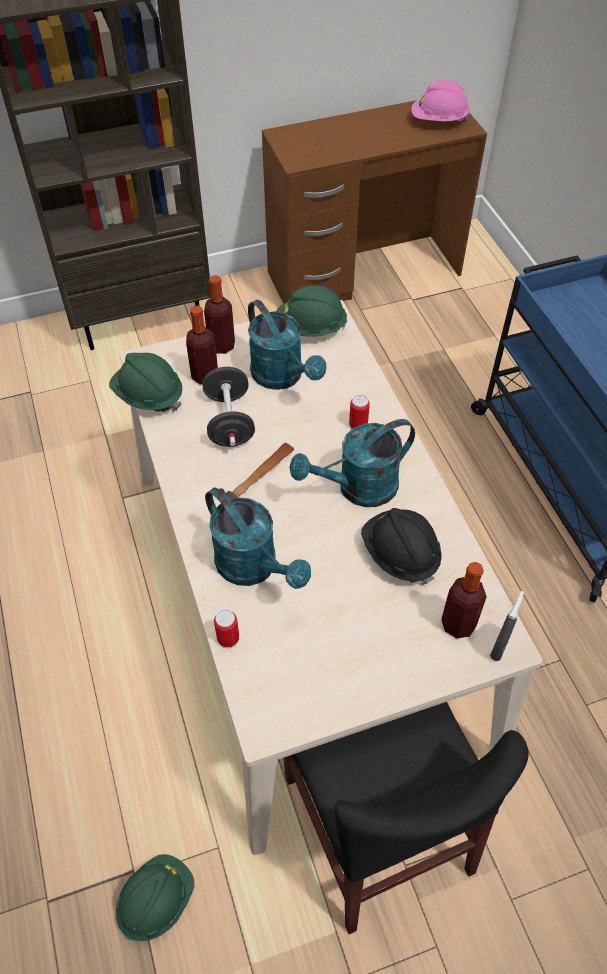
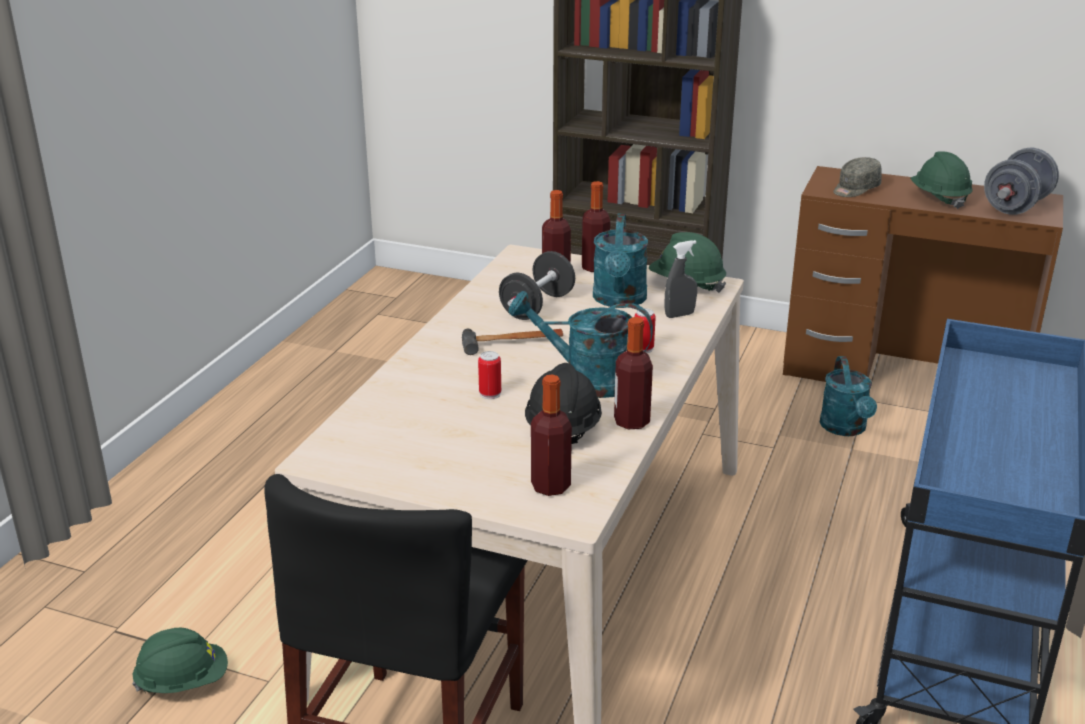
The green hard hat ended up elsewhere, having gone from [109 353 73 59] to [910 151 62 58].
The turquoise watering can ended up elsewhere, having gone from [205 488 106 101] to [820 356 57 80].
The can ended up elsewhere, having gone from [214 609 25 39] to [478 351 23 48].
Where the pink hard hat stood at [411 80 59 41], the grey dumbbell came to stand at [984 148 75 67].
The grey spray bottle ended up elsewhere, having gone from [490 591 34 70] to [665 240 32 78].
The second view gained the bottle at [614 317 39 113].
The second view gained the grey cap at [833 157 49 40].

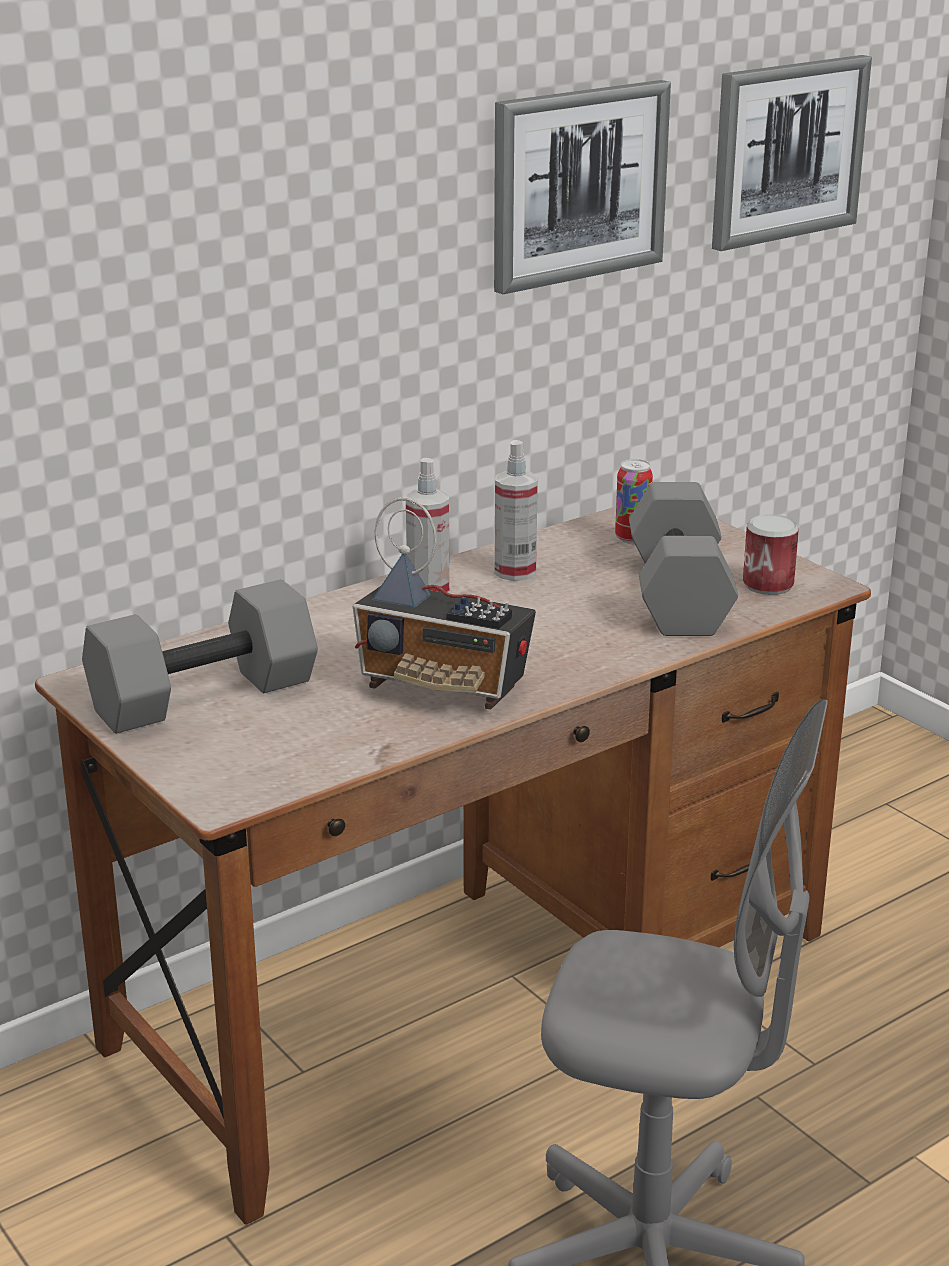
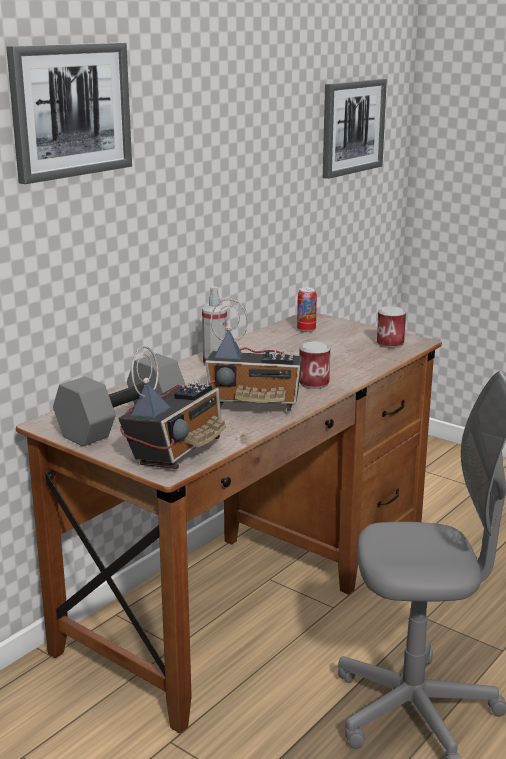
The picture ended up elsewhere, having gone from [494 80 177 214] to [6 43 126 141].
The second view lost the spray bottle at [495 440 43 141].
The second view lost the grey dumbbell at [629 482 109 154].
The second view gained the radio at [118 346 108 123].
The second view gained the can at [299 341 31 48].

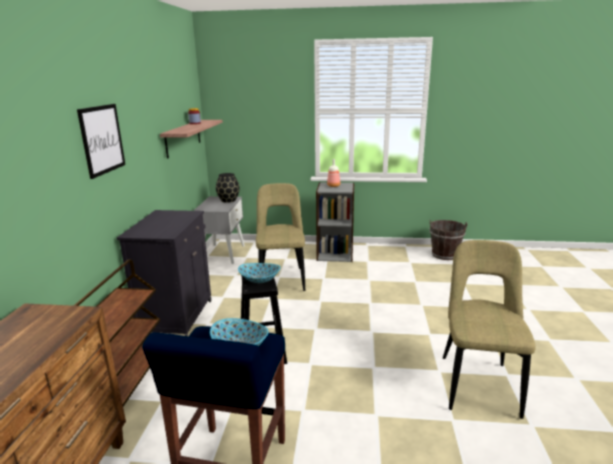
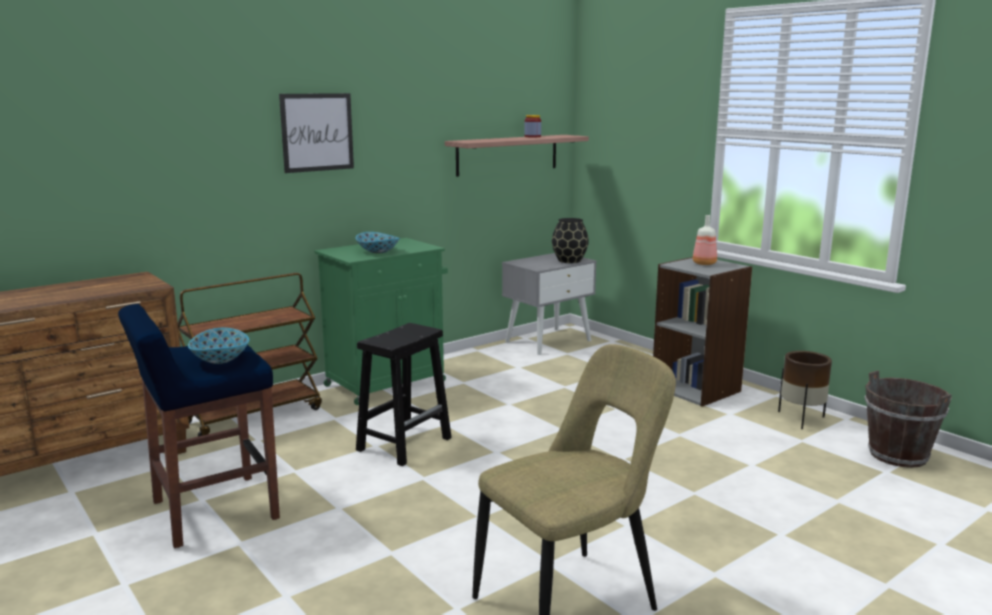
What was the black cabinet at [117 210 94 126] turned into the green cabinet at [314 238 134 167].
The bowl ended up elsewhere, having gone from [238 263 43 20] to [356 232 44 21].
The second view lost the beige chair at [256 183 49 108].
The second view gained the brown planter at [778 351 54 78].

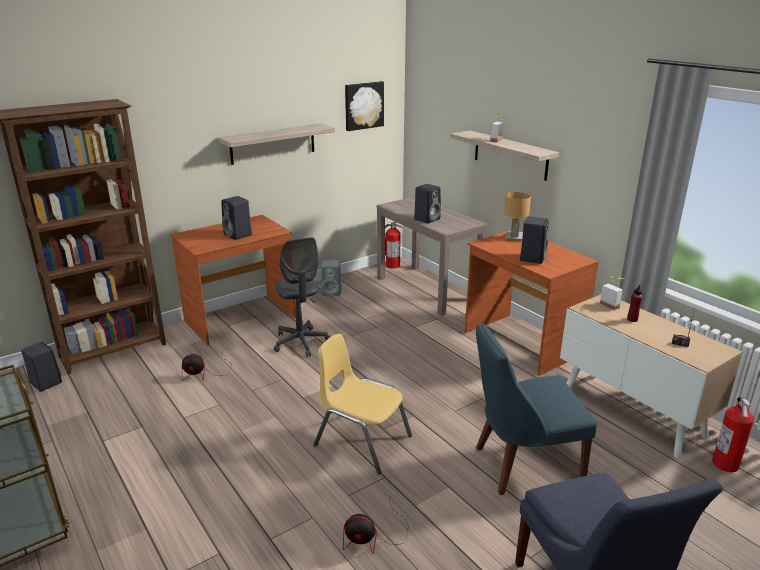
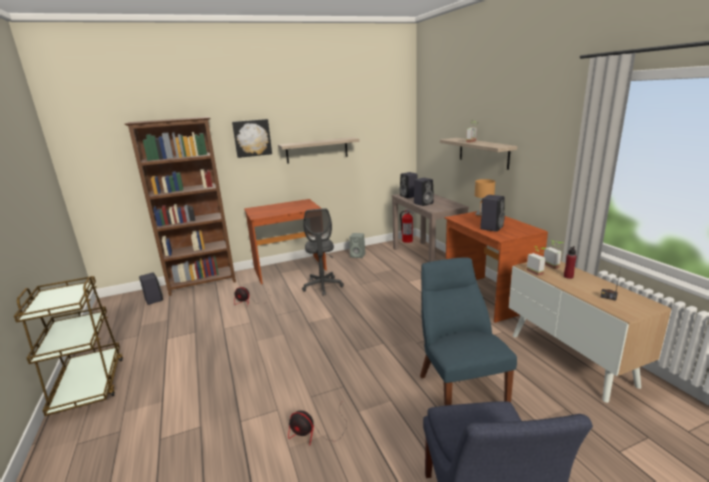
The black speaker ended up elsewhere, having gone from [221 196 31 44] to [400 172 17 26].
The second view lost the yellow chair at [313 334 99 140].
The picture ended up elsewhere, having gone from [345 81 39 50] to [232 119 40 39].
The blue chair at [476 324 121 171] ended up facing another way, 75 degrees clockwise from before.
The second view lost the fire extinguisher at [712 397 42 75].
The second view gained the potted plant at [526 247 21 29].

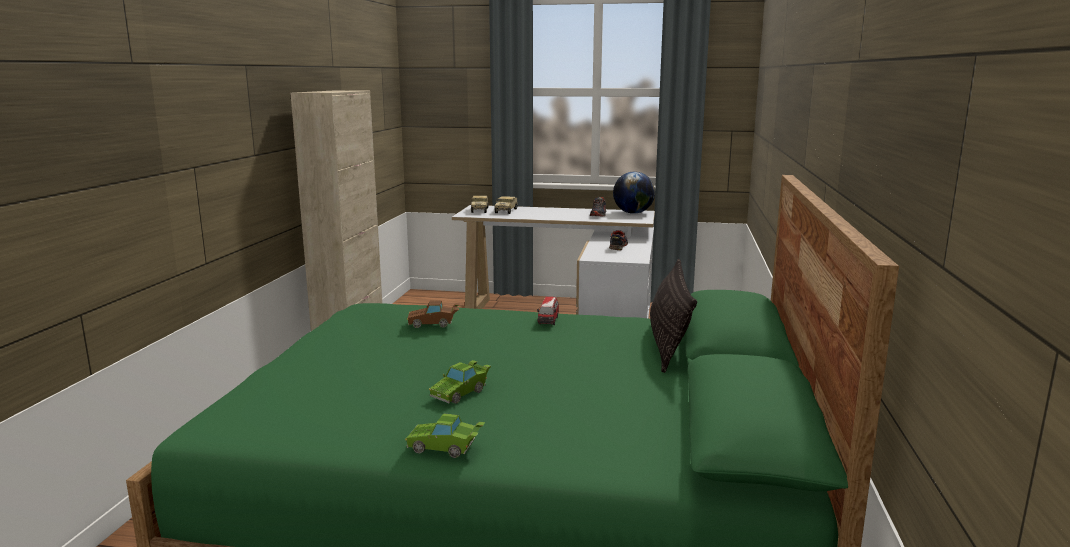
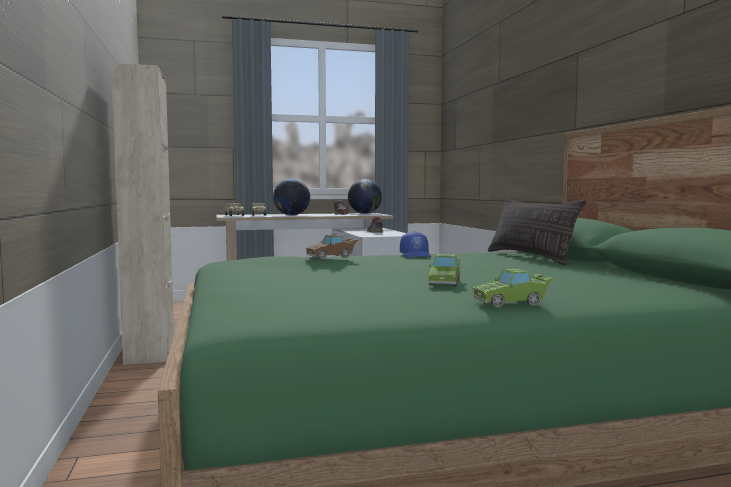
Where the toy car stood at [537 296 22 29], the blue cap came to stand at [400 231 31 27].
The second view gained the globe at [273 178 37 38].

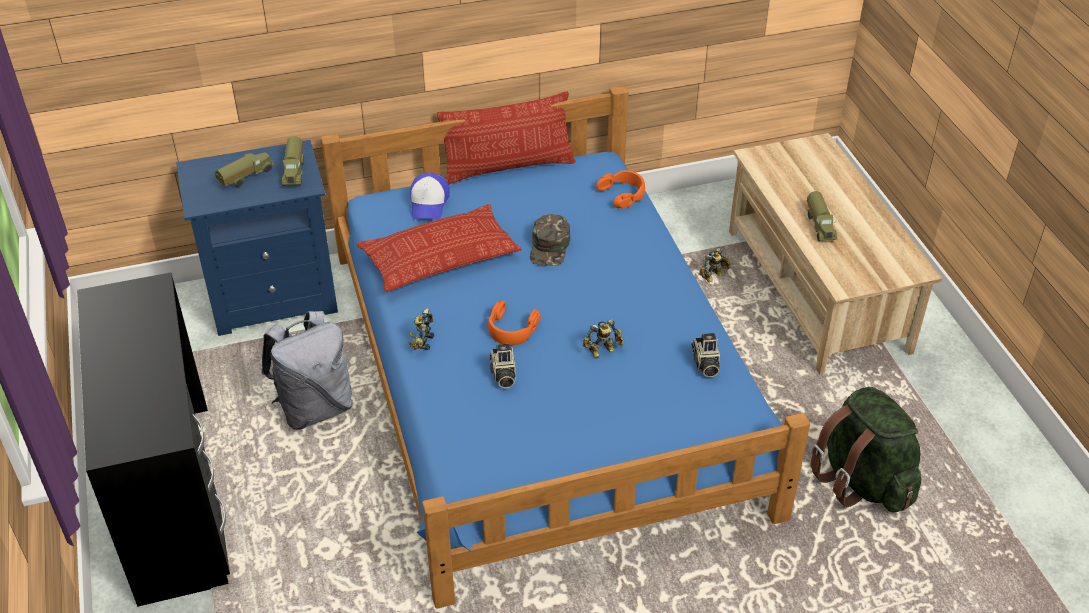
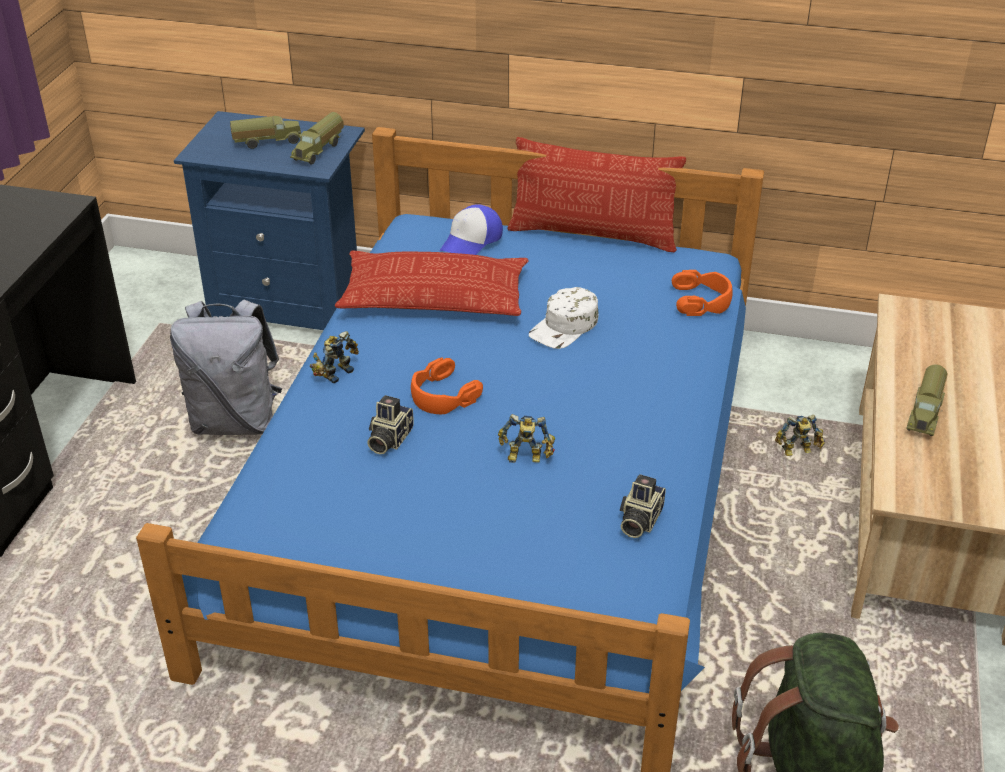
What was the green cap at [530 214 40 52] turned into the white cap at [529 287 70 62].

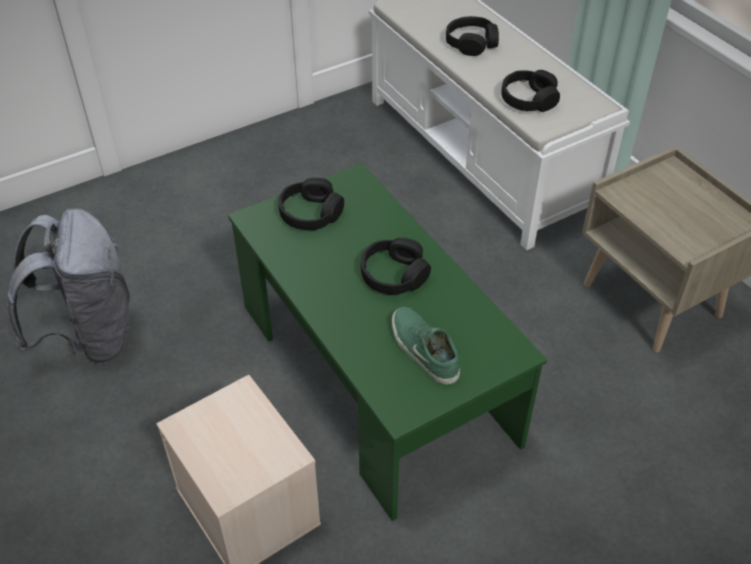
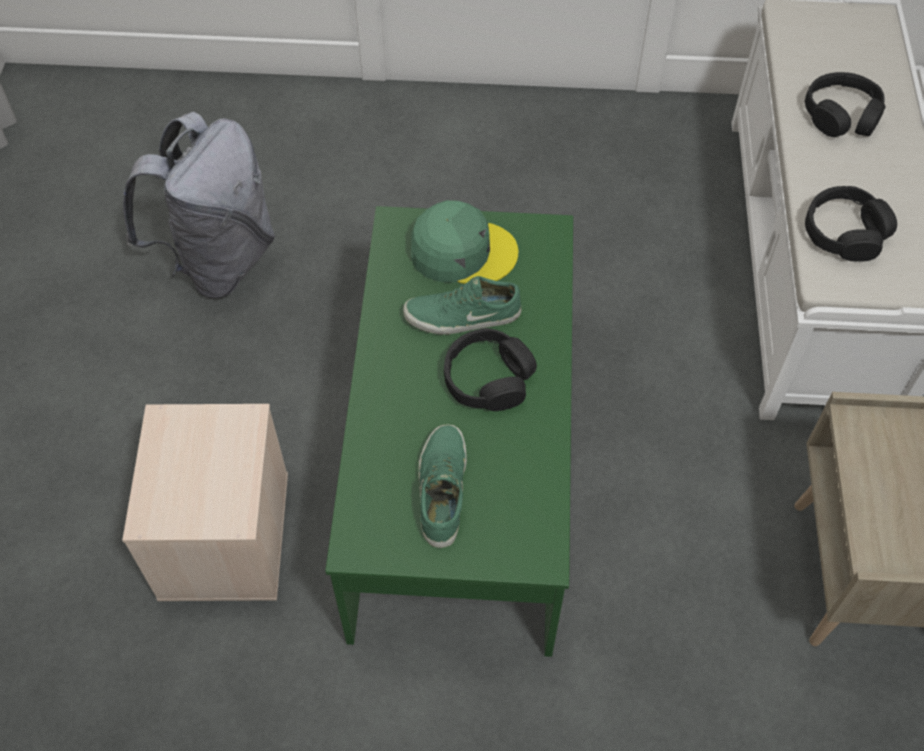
Where the black headphones stood at [278 178 66 53], the green cap came to stand at [411 200 108 84].
The second view gained the green shoe at [403 276 118 59].

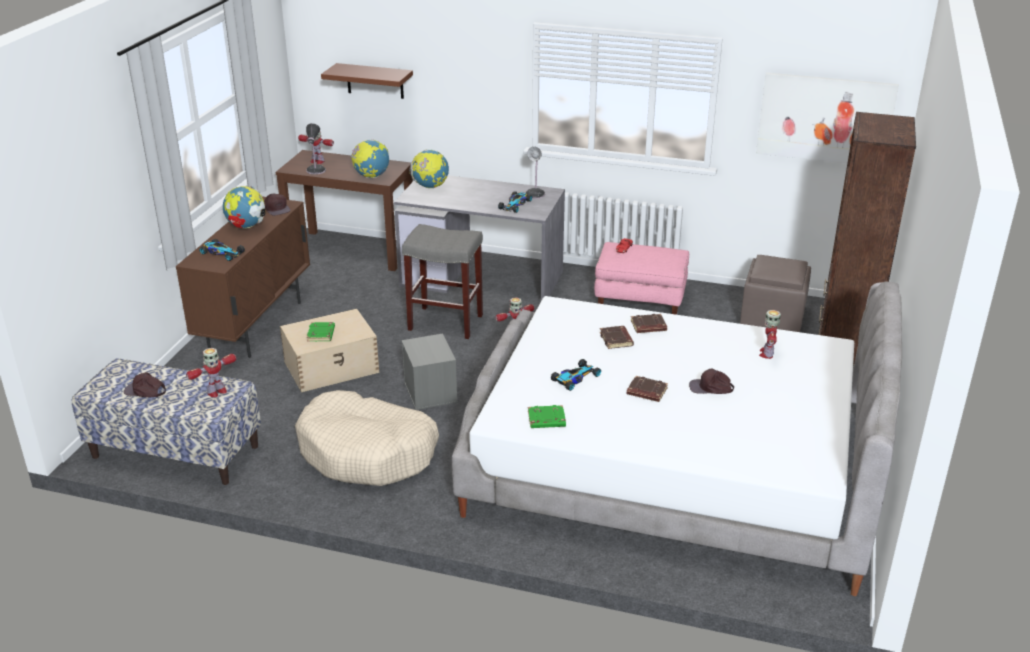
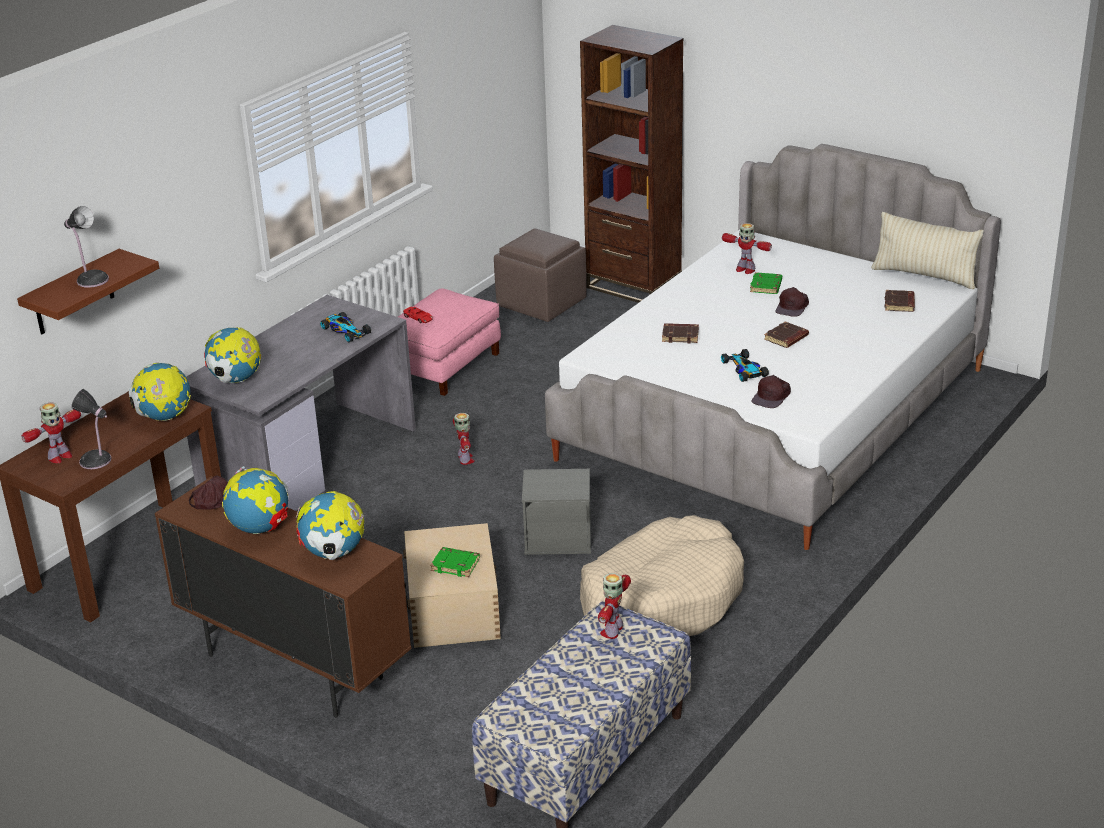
The brown cap ended up elsewhere, having gone from [124 372 42 25] to [752 375 39 33].
The toy robot at [186 348 50 49] ended up facing another way, 135 degrees counterclockwise from before.
Where the toy car stood at [200 239 45 22], the globe came to stand at [296 491 68 69].
The second view lost the grey stool at [402 224 81 115].
The table lamp ended up elsewhere, having gone from [526 147 19 52] to [64 206 45 82].
The green book ended up elsewhere, having gone from [528 405 38 23] to [750 272 32 22].
The brown book ended up elsewhere, having gone from [631 314 36 19] to [884 290 31 22].
The second view lost the picture at [756 72 143 91].
The second view gained the beige pillow at [871 212 113 77].

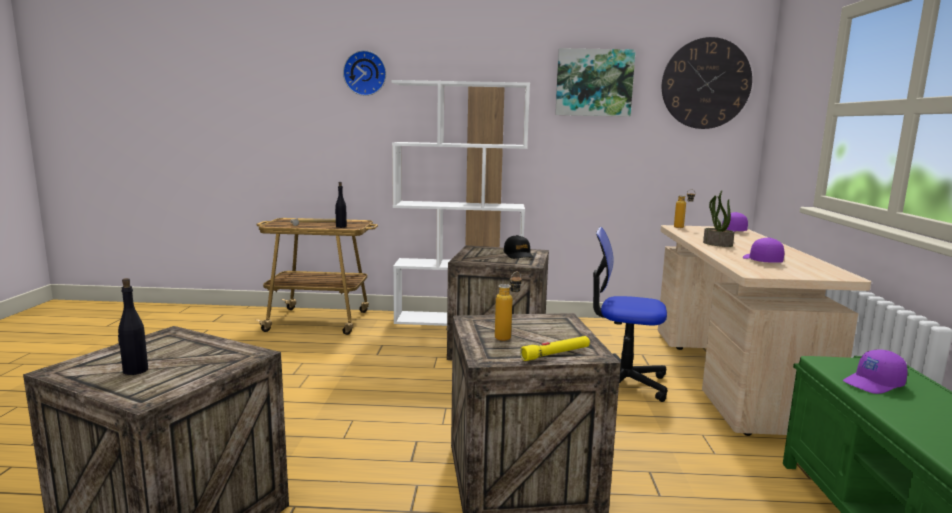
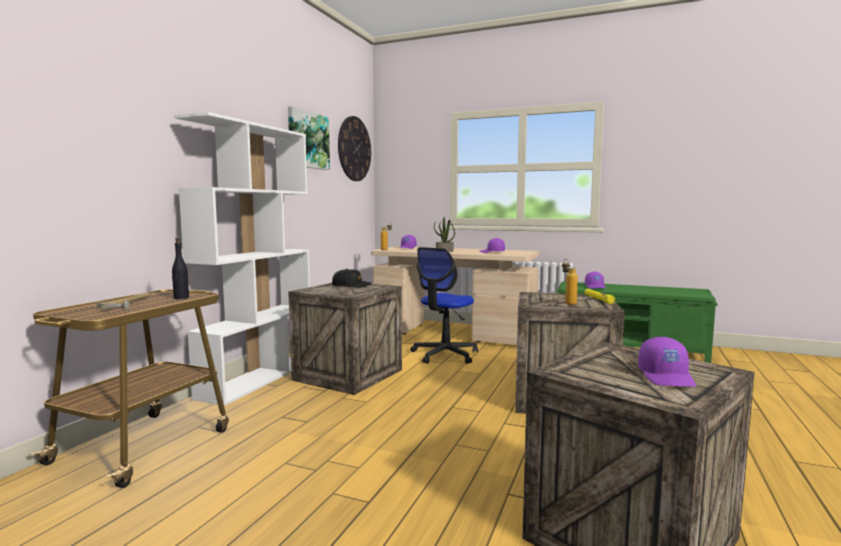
Where the black bottle stood at [118 278 30 97], the purple cap came to stand at [638 337 58 50].
The second view lost the wall clock at [343 50 43 46].

